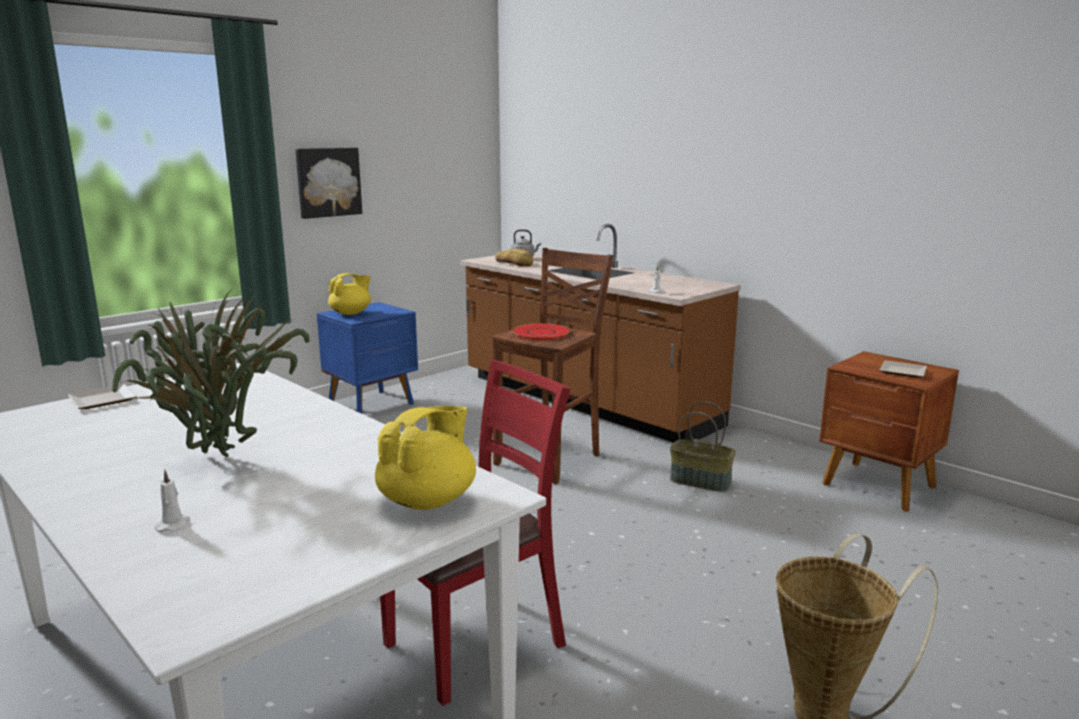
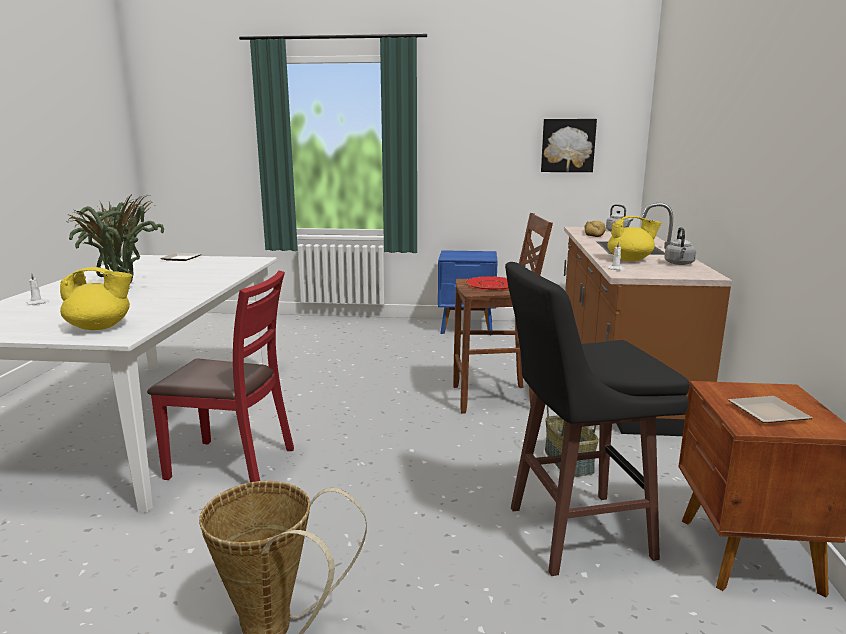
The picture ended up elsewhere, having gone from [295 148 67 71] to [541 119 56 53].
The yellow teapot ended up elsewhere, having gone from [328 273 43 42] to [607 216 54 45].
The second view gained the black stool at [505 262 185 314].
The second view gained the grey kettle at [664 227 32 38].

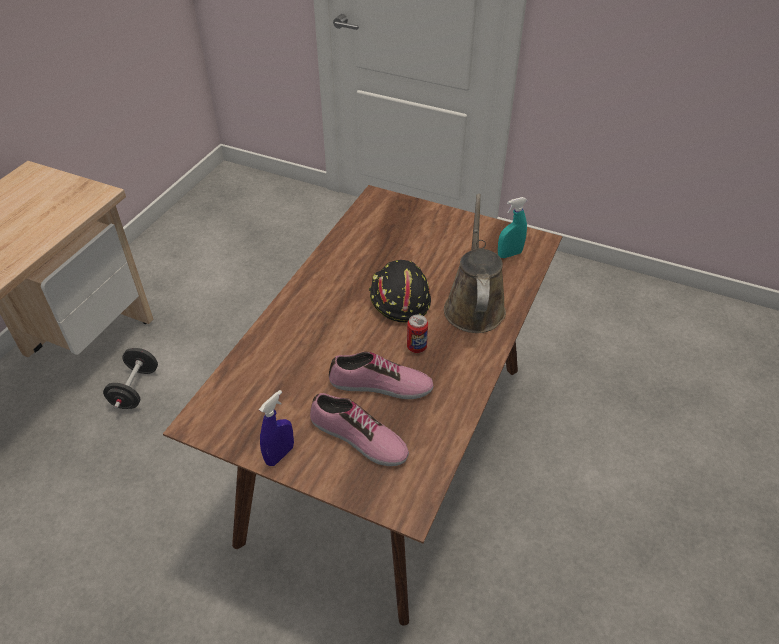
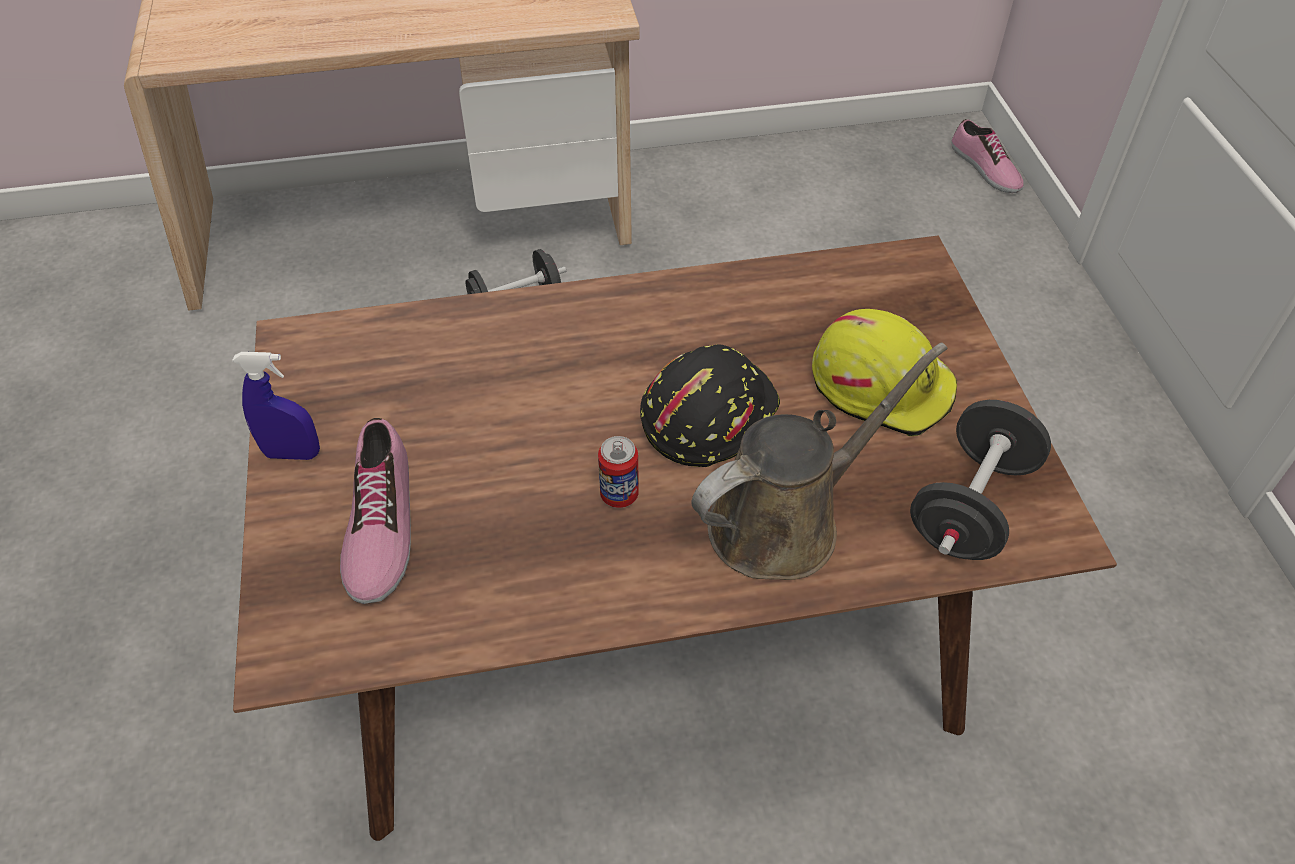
The shoe ended up elsewhere, having gone from [329 351 105 48] to [951 119 73 74].
Where the turquoise spray bottle stood at [498 197 29 61], the black dumbbell came to stand at [910 400 141 160].
The second view gained the yellow hard hat at [812 309 145 127].

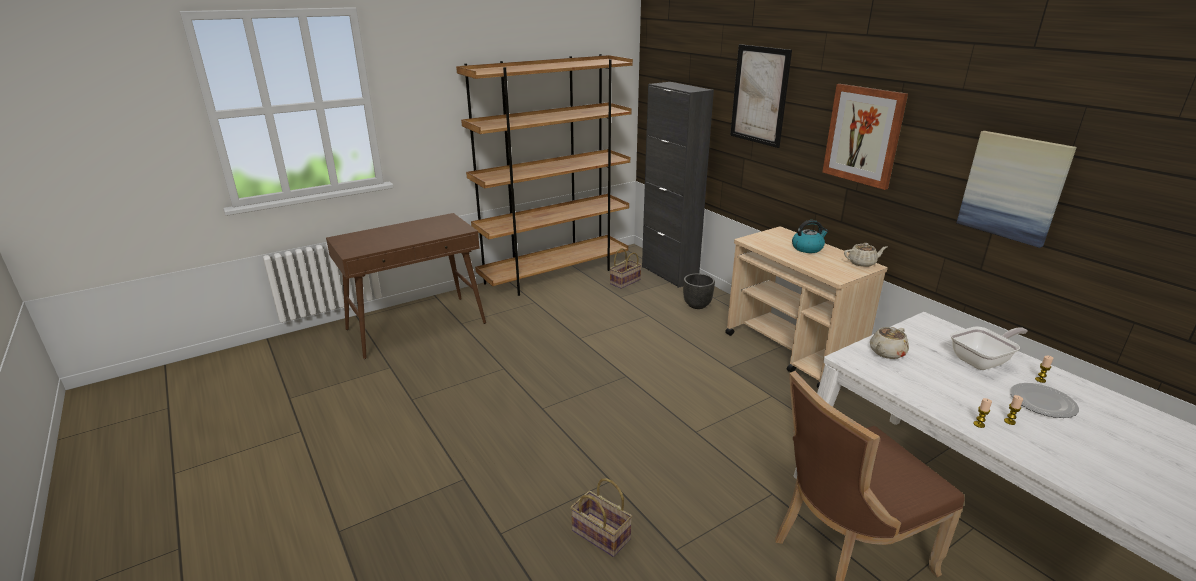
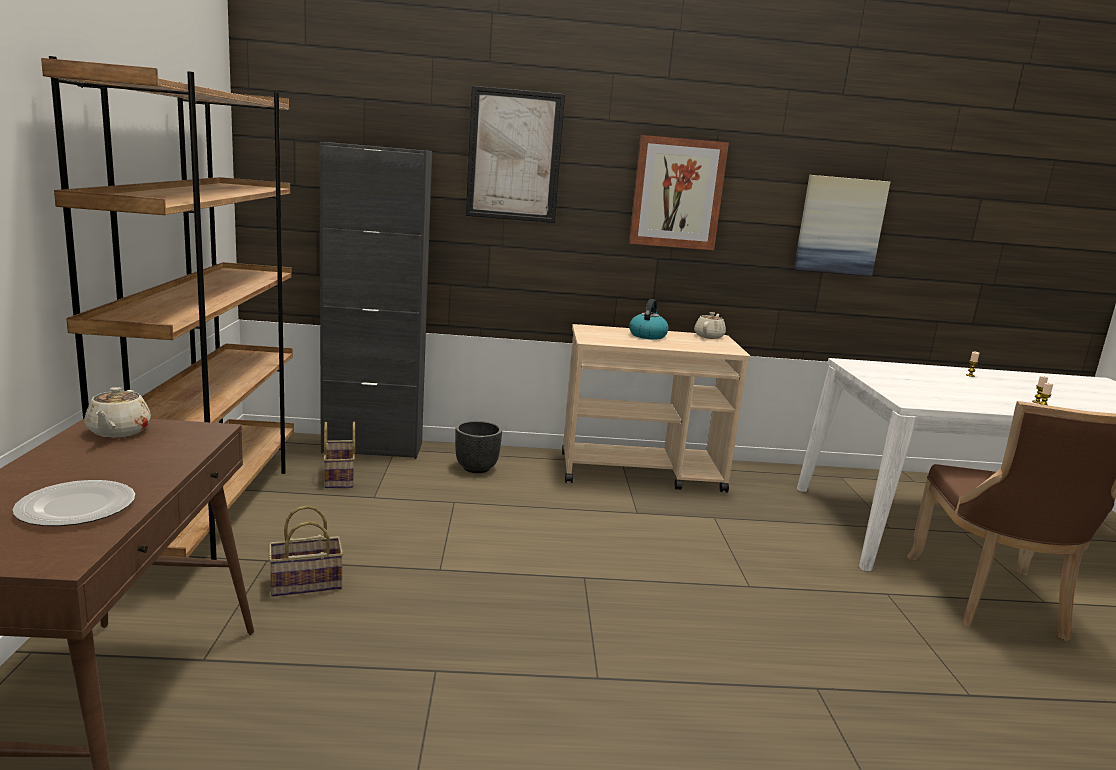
The basket ended up elsewhere, having gone from [570 478 63 79] to [268 505 76 92].
The beige teapot ended up elsewhere, having gone from [870 327 39 32] to [84 387 67 51].
The second view lost the frying pan at [950 326 78 44].
The plate ended up elsewhere, having gone from [1010 383 69 35] to [13 480 122 46].

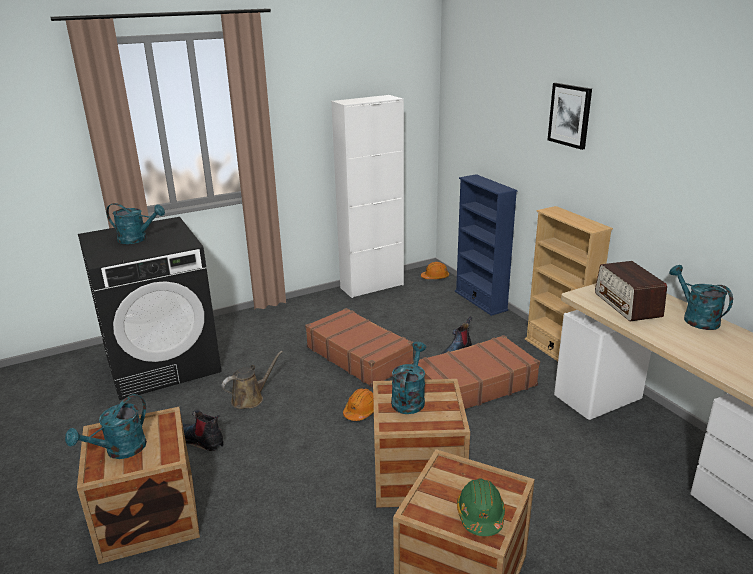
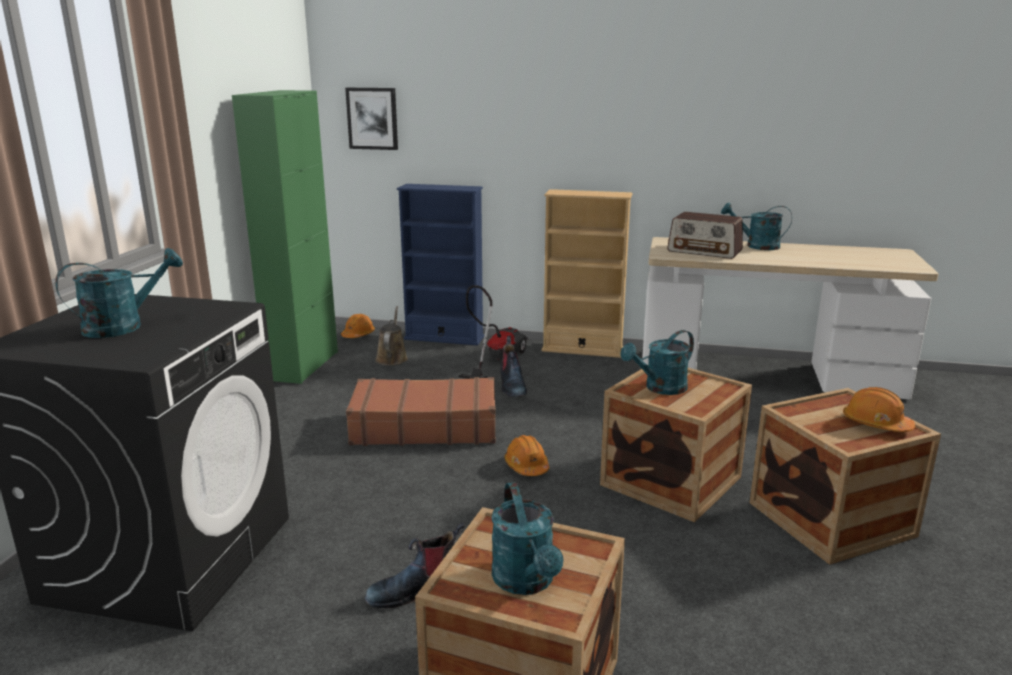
The brown watering can ended up elsewhere, having gone from [222 351 61 58] to [375 306 33 60].
What was the white cabinet at [331 95 73 203] turned into the green cabinet at [232 90 106 294].
The turquoise watering can at [391 342 35 72] ended up facing another way, 90 degrees counterclockwise from before.
The second view lost the brown suitcase at [418 335 122 74].
What was the green hard hat at [457 479 48 57] turned into the orange hard hat at [843 387 72 45].
The picture ended up elsewhere, having gone from [548 83 44 67] to [345 88 53 62].
The second view gained the vacuum cleaner at [458 285 70 94].

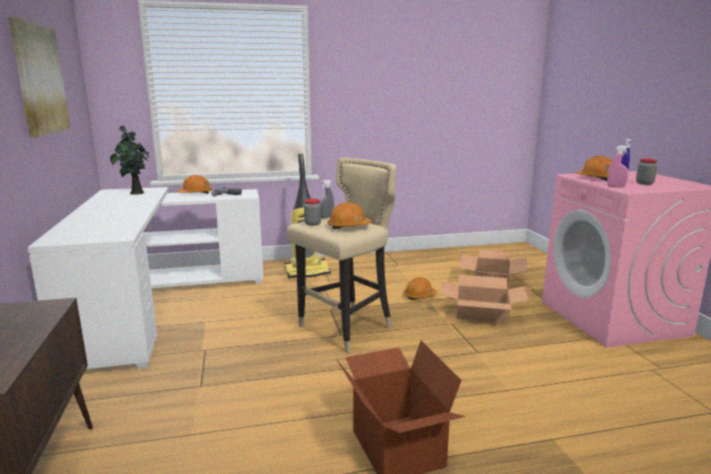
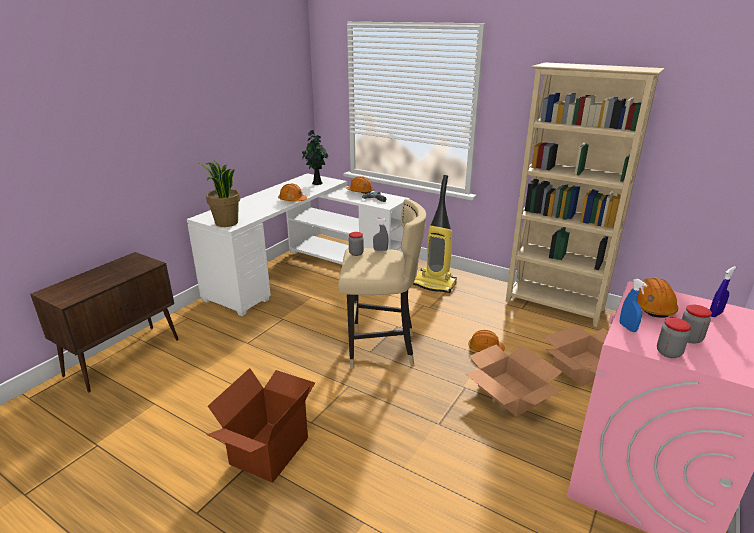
The second view lost the picture at [8 17 62 120].
The orange hard hat ended up elsewhere, having gone from [327 202 44 27] to [278 184 29 18].
What was the pink spray bottle at [607 146 23 42] turned into the blue spray bottle at [620 279 27 53].
The second view gained the potted plant at [197 160 43 67].
The second view gained the beige bookcase at [506 62 159 265].
The second view gained the jar at [657 318 34 40].

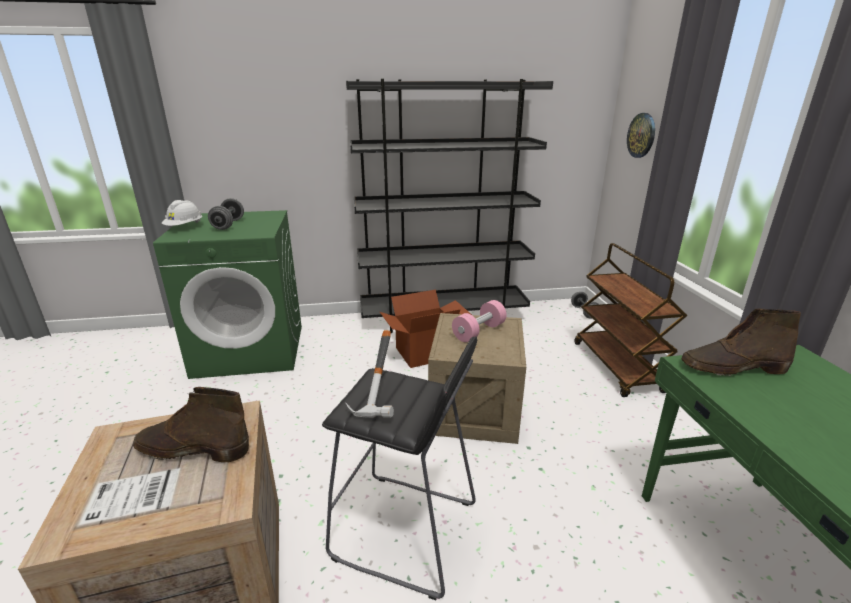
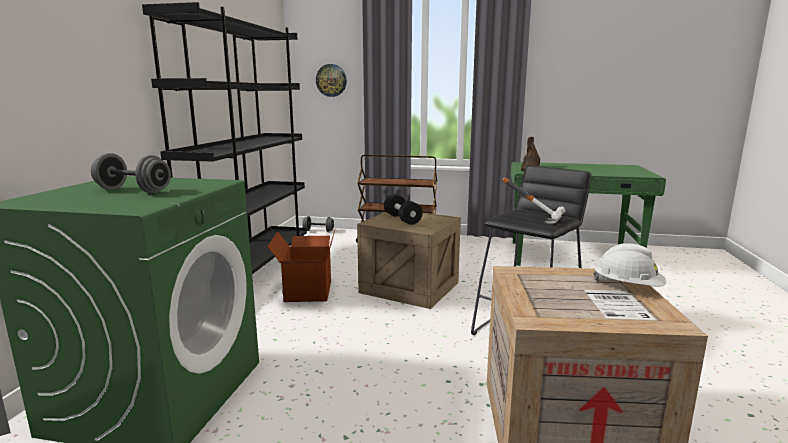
The second view lost the brown boot at [133 387 116 75].
The white hard hat ended up elsewhere, having gone from [162 200 40 26] to [593 243 74 44].
What was the pink dumbbell at [452 300 55 42] turned into the black dumbbell at [384 194 39 31].

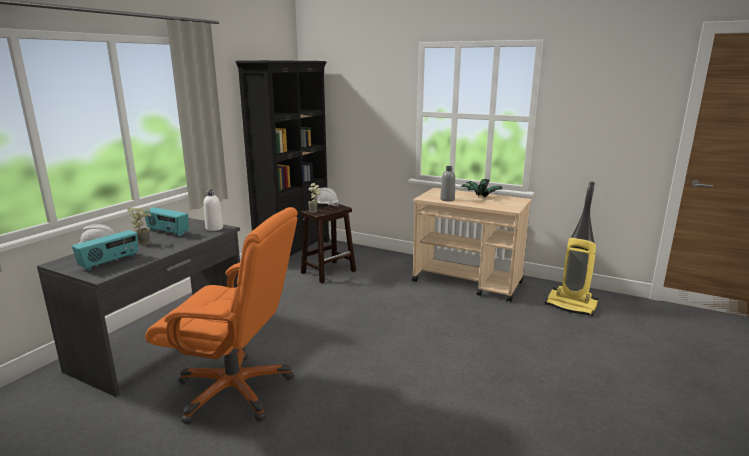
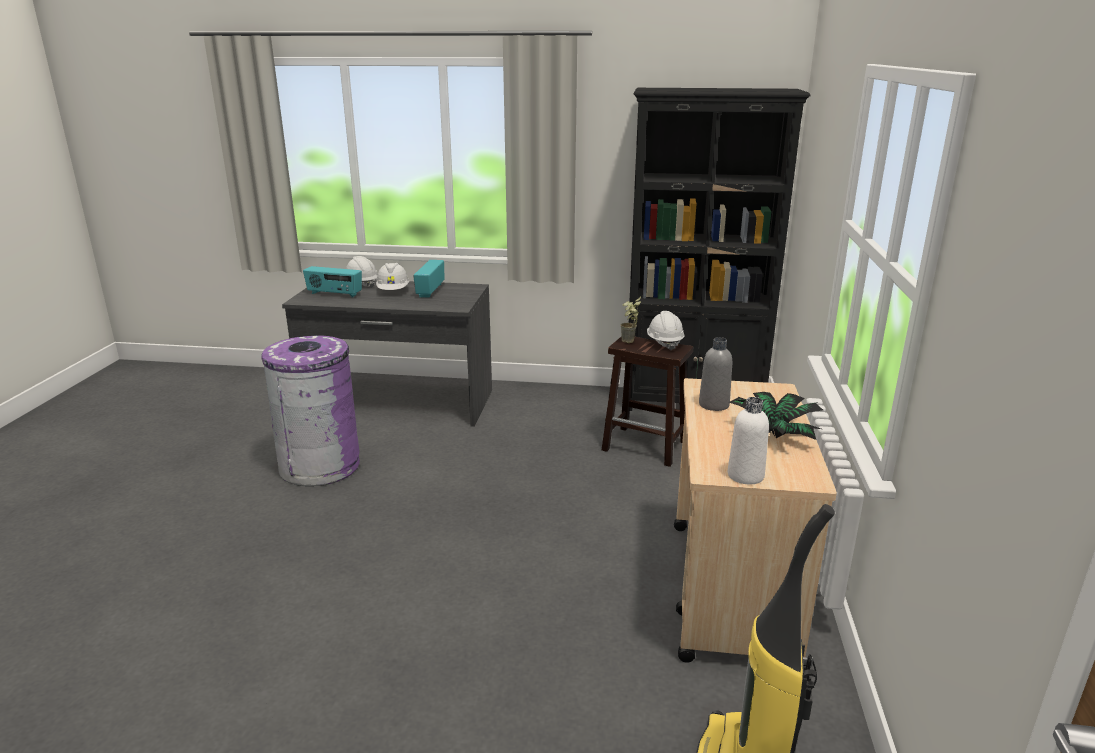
Where the potted plant stood at [127 207 24 38], the white hard hat came to stand at [376 263 33 27].
Where the orange office chair stood at [145 207 153 218], the purple trash can came to stand at [261 335 99 151].
The white bottle ended up elsewhere, having gone from [204 190 19 41] to [728 397 41 87].

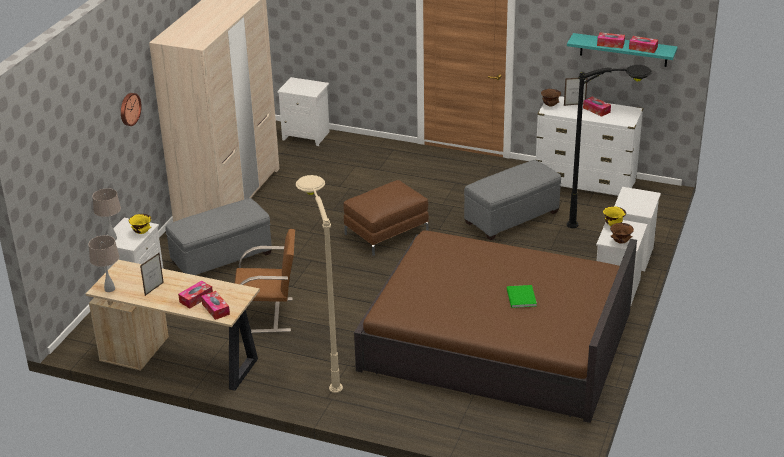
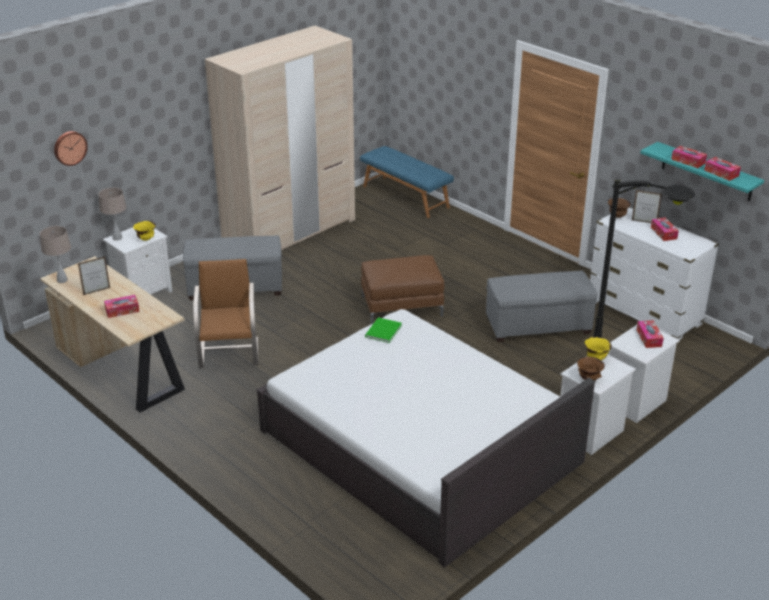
The wall clock ended up elsewhere, having gone from [121 93 21 33] to [54 131 34 35].
The tissue box ended up elsewhere, having gone from [201 291 29 29] to [637 320 26 28].
The brown chair at [235 229 60 104] ended up facing another way, 120 degrees counterclockwise from before.
Where the white nightstand stood at [277 77 53 69], the blue bench came to stand at [360 146 94 72].
The second view lost the beige floor lamp at [296 175 47 218].
What was the brown bed at [354 230 283 193] turned into the white bed at [256 309 339 258].
The green book ended up elsewhere, having gone from [507 285 30 23] to [365 317 37 26].

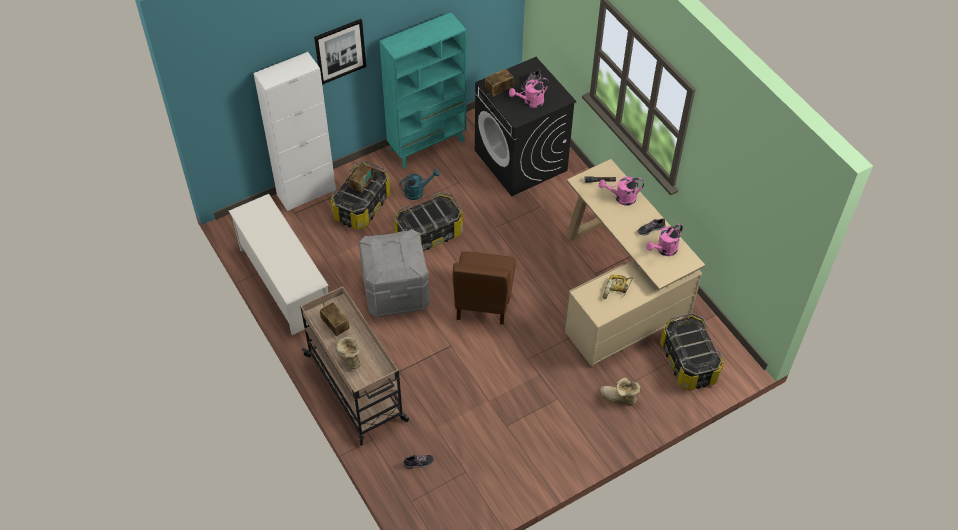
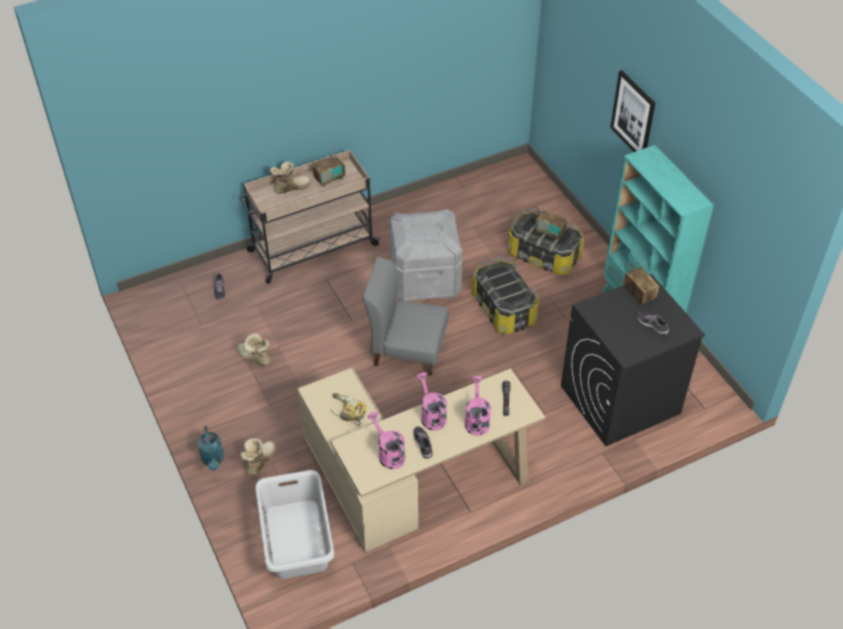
The second view lost the white shoe rack at [229 194 100 141].
The second view lost the white cabinet at [254 52 82 159].
The turquoise watering can ended up elsewhere, having gone from [399 169 41 31] to [197 426 27 45].
What was the brown chair at [452 251 64 74] turned into the grey chair at [363 257 86 119].
The pink watering can ended up elsewhere, having gone from [509 78 40 30] to [416 372 31 59].
Where the storage box stood at [660 313 64 78], the grey laundry basket came to stand at [255 470 79 109].
The second view gained the boot at [237 333 34 33].

